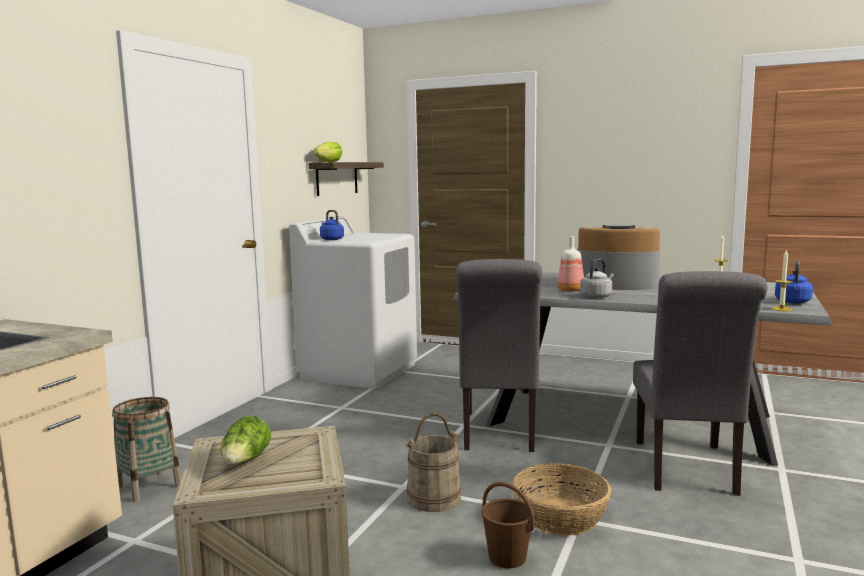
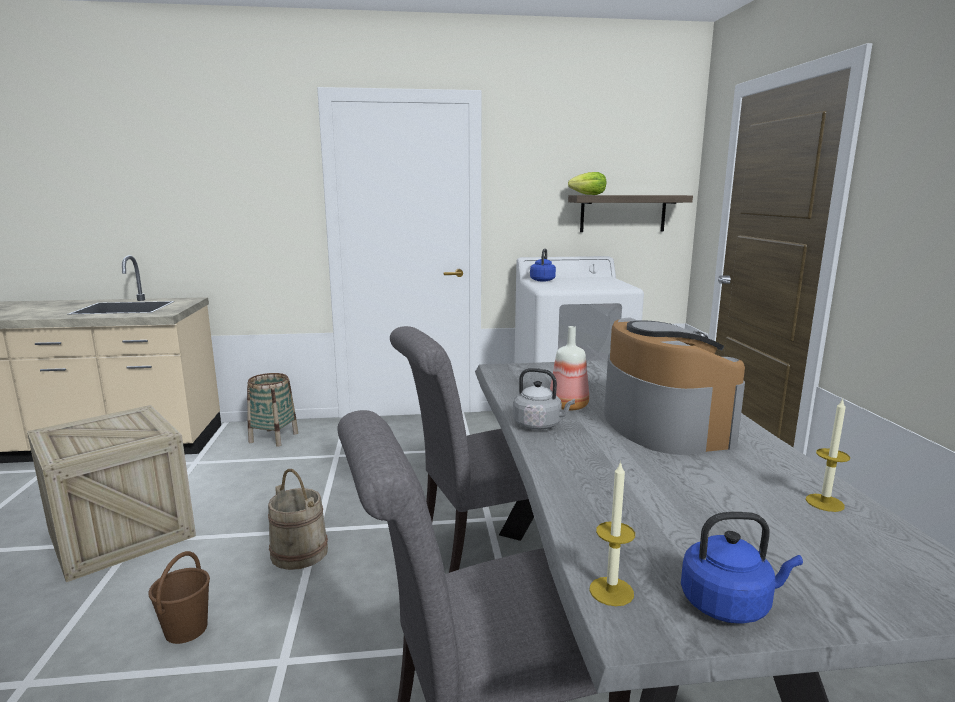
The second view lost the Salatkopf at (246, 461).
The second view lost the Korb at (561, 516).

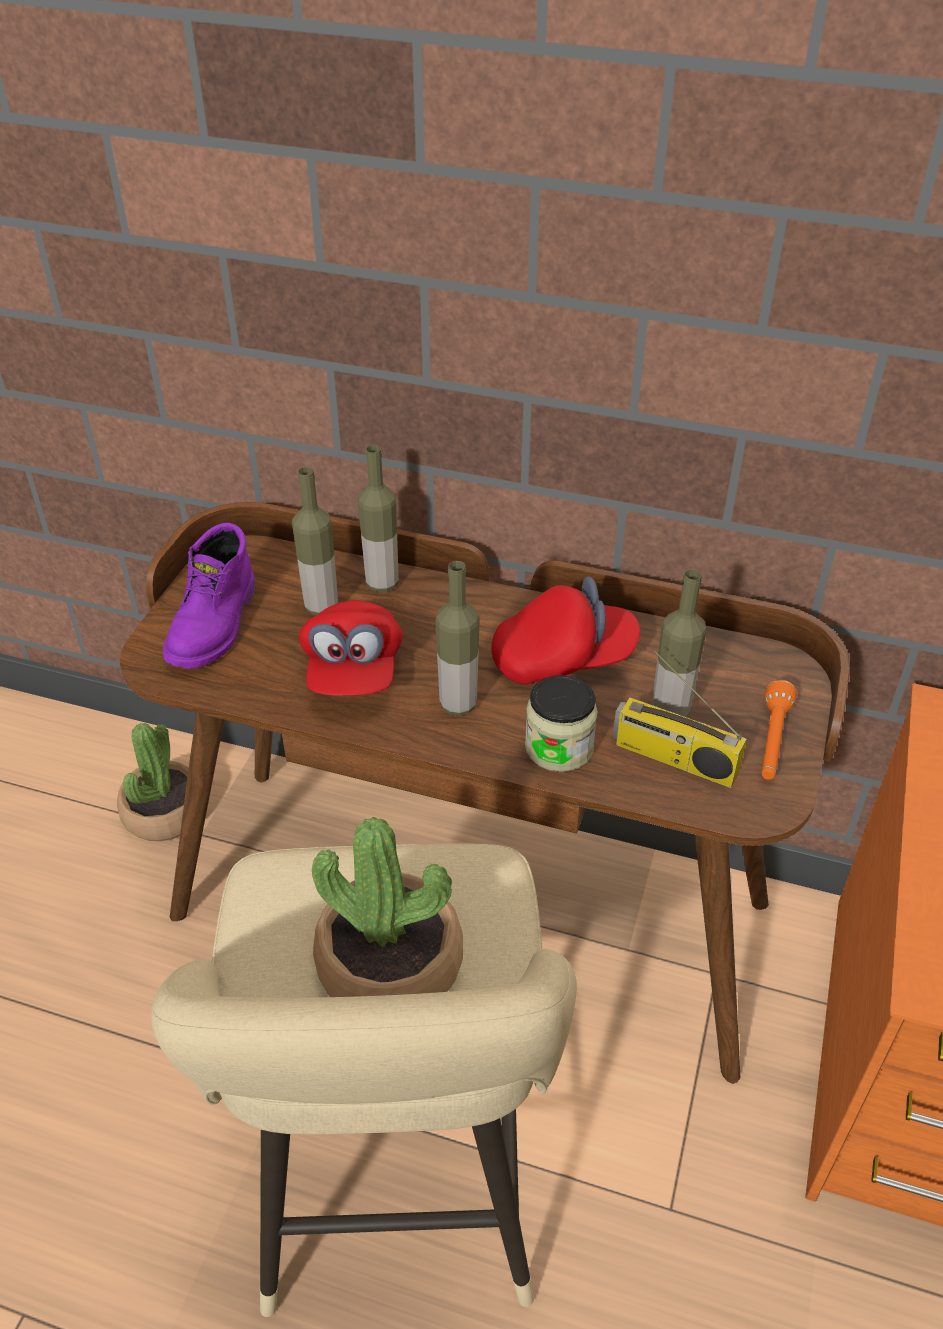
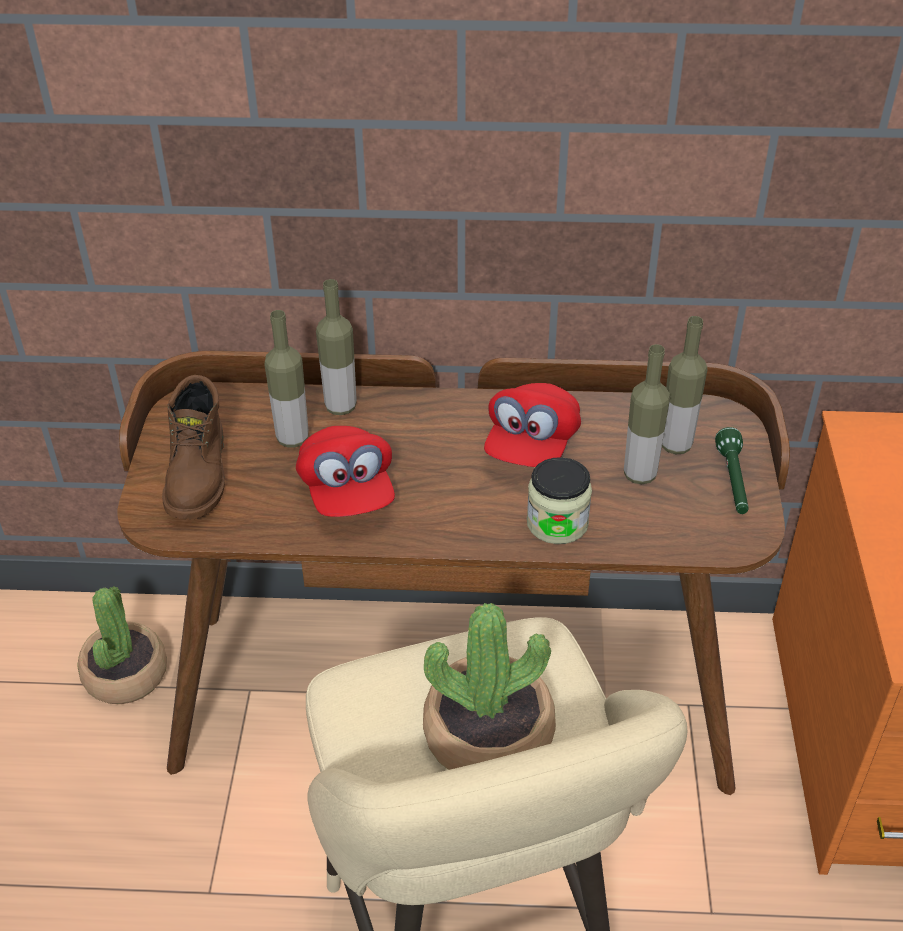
The second view lost the Radio at (673, 758).
The Flasche ended up elsewhere, having gone from (458, 704) to (675, 445).
What was the Stiefel/lila at (216, 626) turned into the Stiefel/braun at (200, 475).
What was the Taschenlampe/orange at (772, 742) turned into the Taschenlampe/grün at (733, 482).
The Kappe/rot at (563, 659) ended up facing another way, 135 degrees clockwise from before.

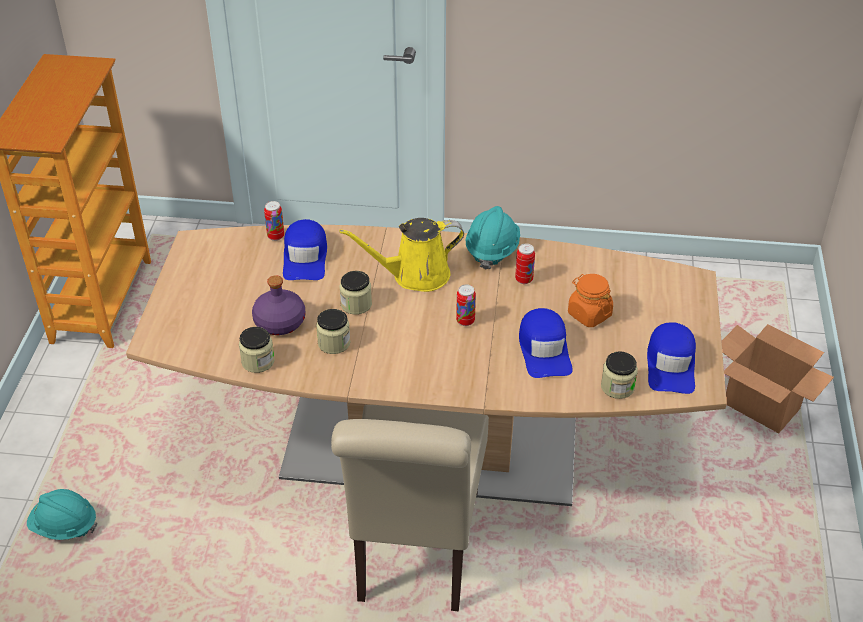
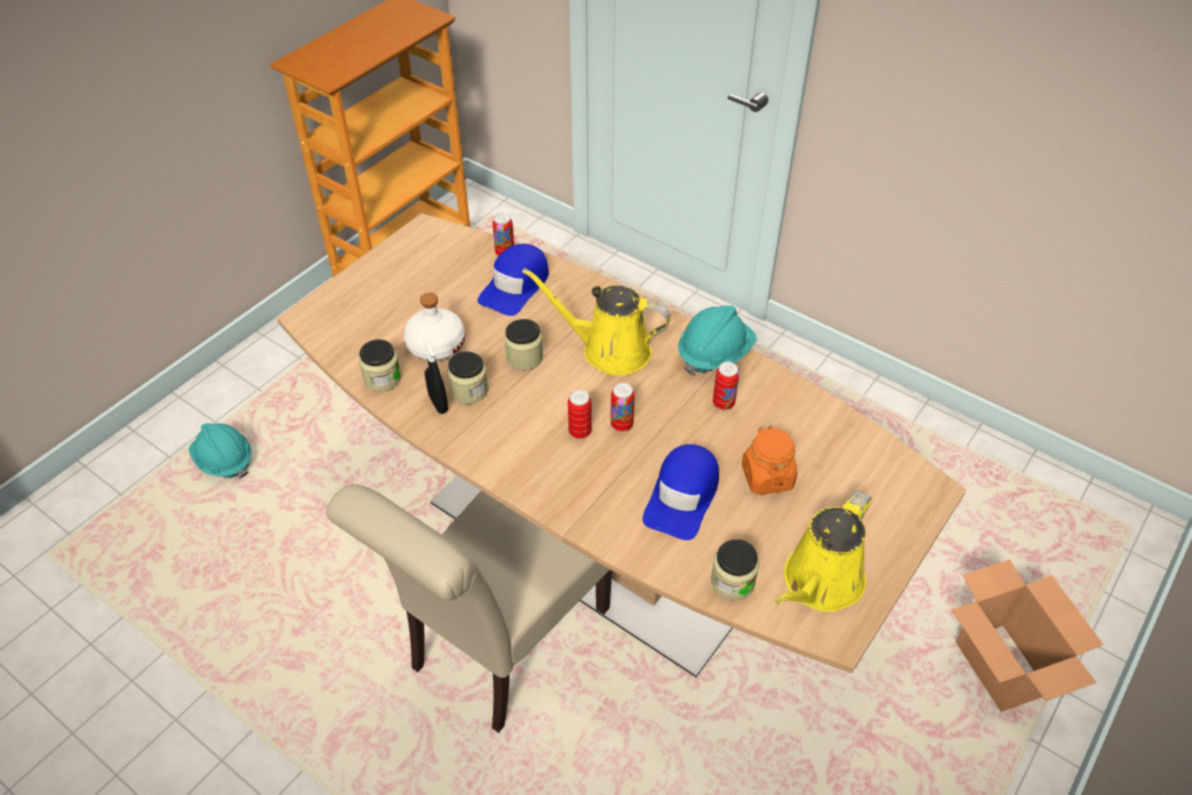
The second view gained the Sprühflasche/schwarz at (438, 404).
The second view gained the Dose at (580, 432).
Where the Kappe/blau stood at (671, 364), the Gießkanne/gelb came to stand at (819, 584).
What was the Flasche/lila at (279, 322) turned into the Flasche/weiß at (435, 345).

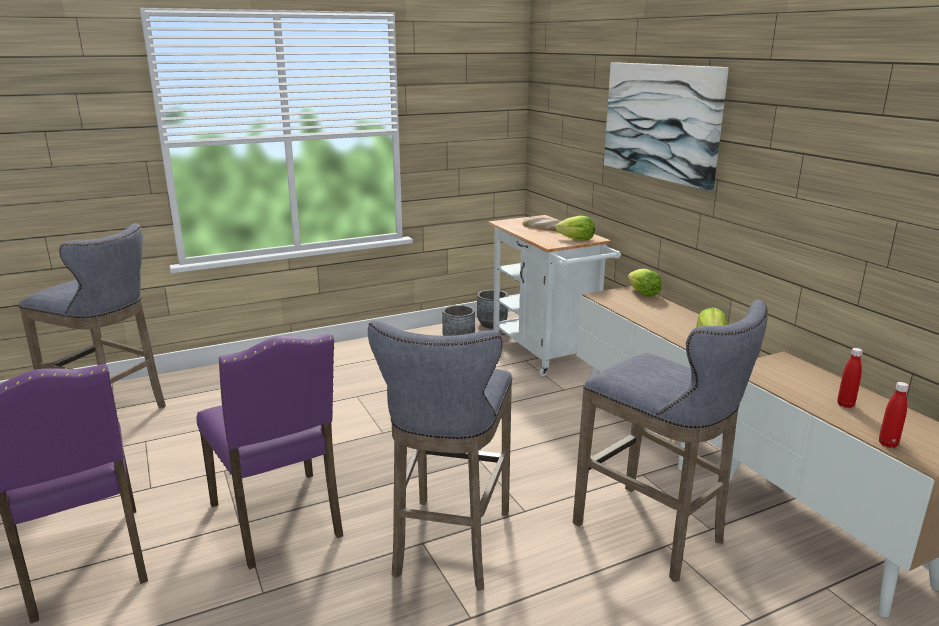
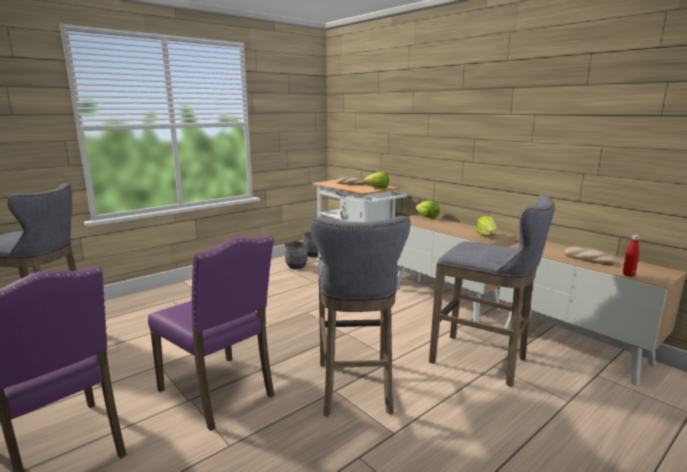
The second view lost the Bild at (661, 121).
Where the Flasche/rot stood at (845, 405), the Brot came to stand at (588, 259).

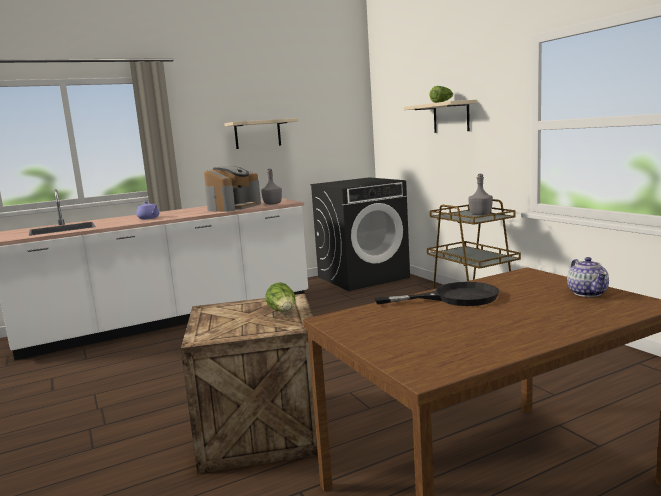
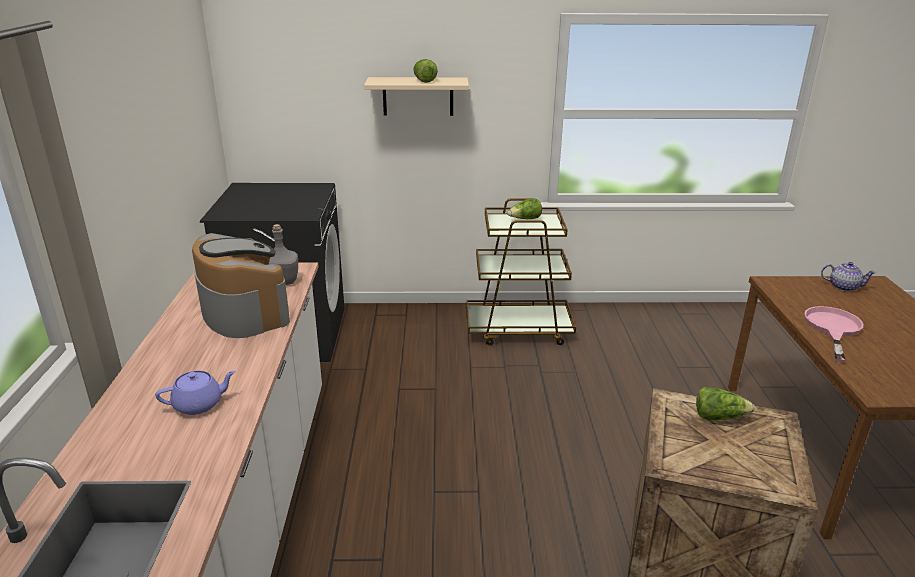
The second view lost the Wandregal/beige at (257, 134).
Where the Flasche/grau stood at (480, 214), the Salatkopf came to stand at (525, 219).
What was the Pfanne/schwarz at (453, 298) turned into the Pfanne/rosa at (832, 329).

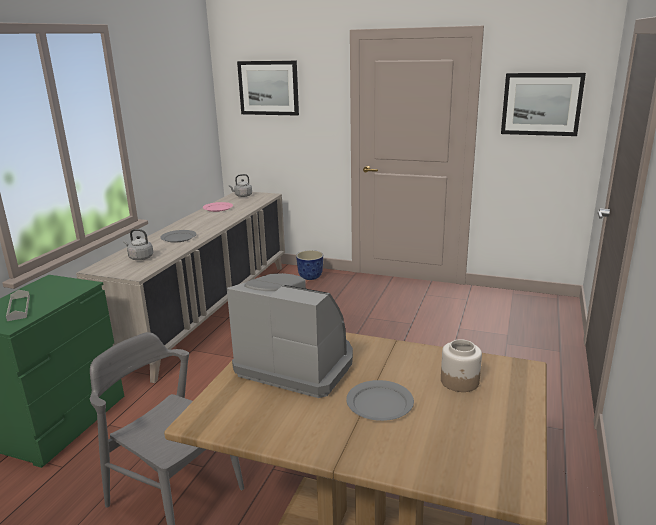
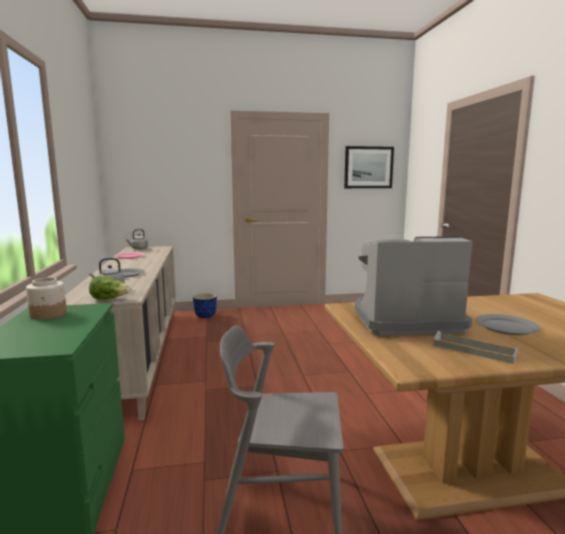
The second view lost the Bild at (268, 88).
The second view gained the Salatkopf at (110, 299).
The Tablett/grau ended up elsewhere, having gone from (18, 308) to (474, 350).
The Vorratsglas ended up elsewhere, having gone from (460, 381) to (48, 314).

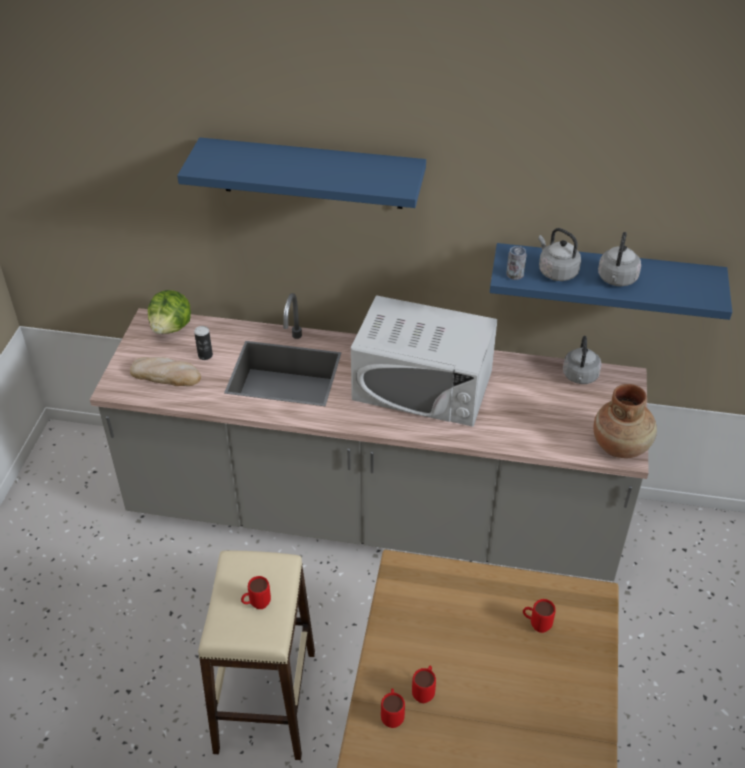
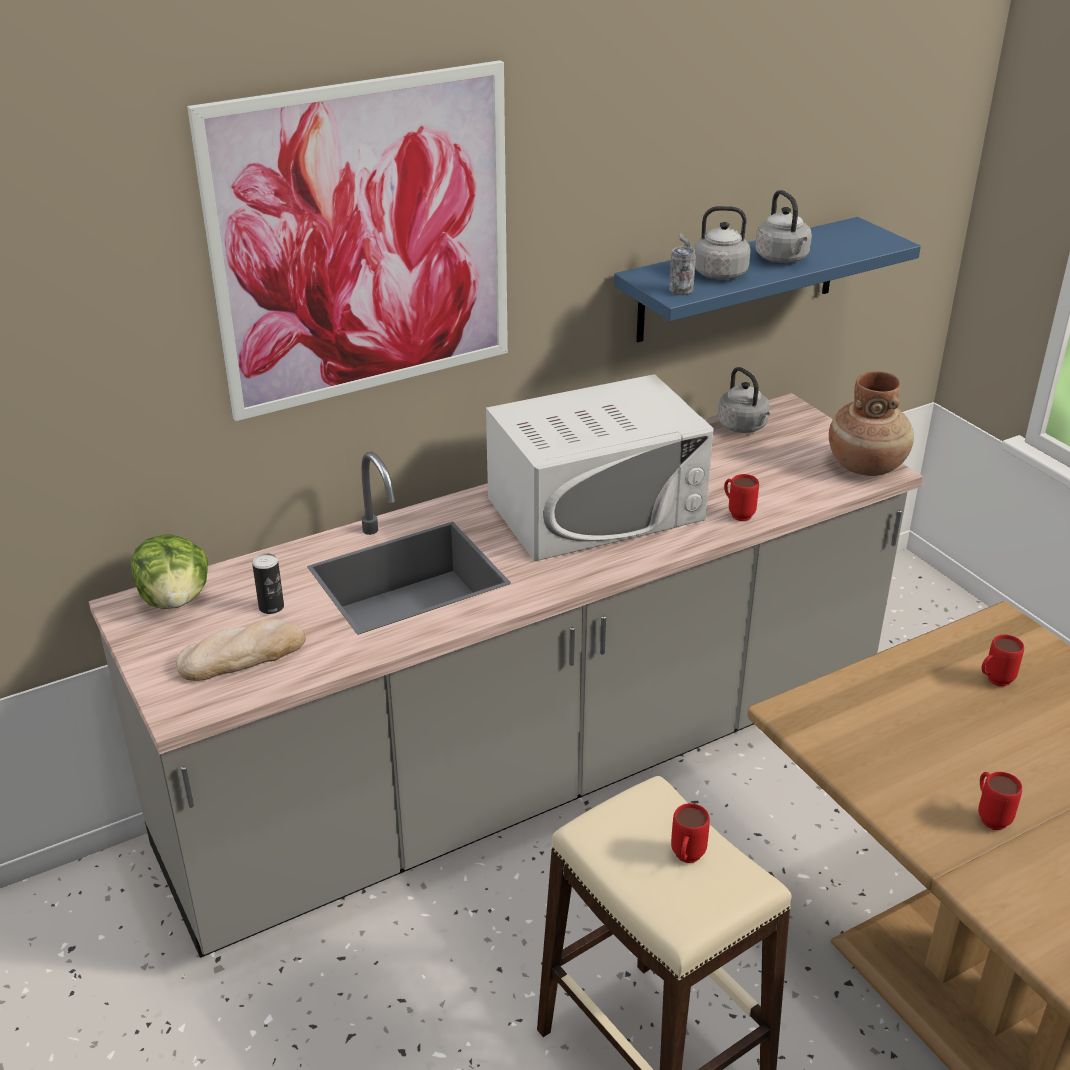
The Henkelbecher/rot ended up elsewhere, having gone from (392, 715) to (737, 513).
Where the Wandregal/blau hung at (312, 173), the Bild came to hang at (364, 242).

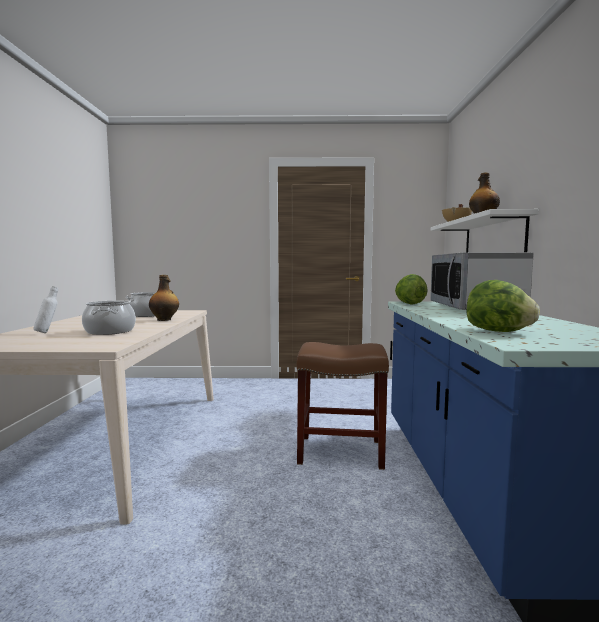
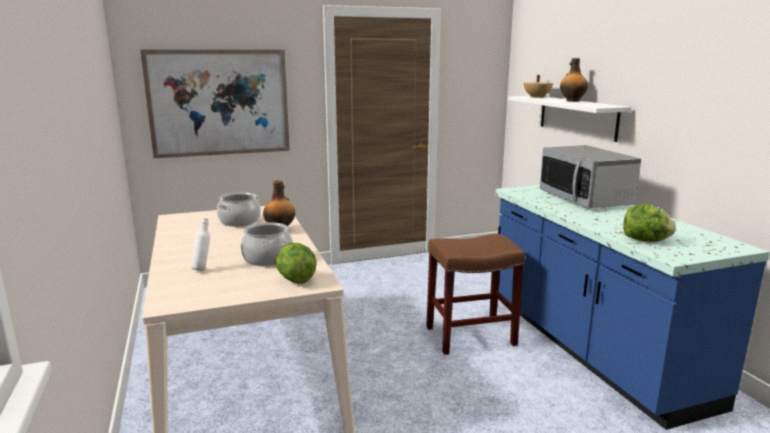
The second view gained the Bild at (219, 103).
The Salatkopf ended up elsewhere, having gone from (409, 304) to (295, 280).

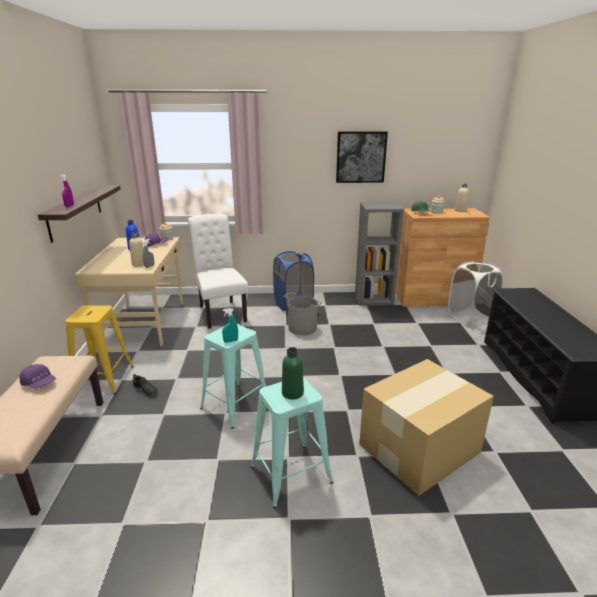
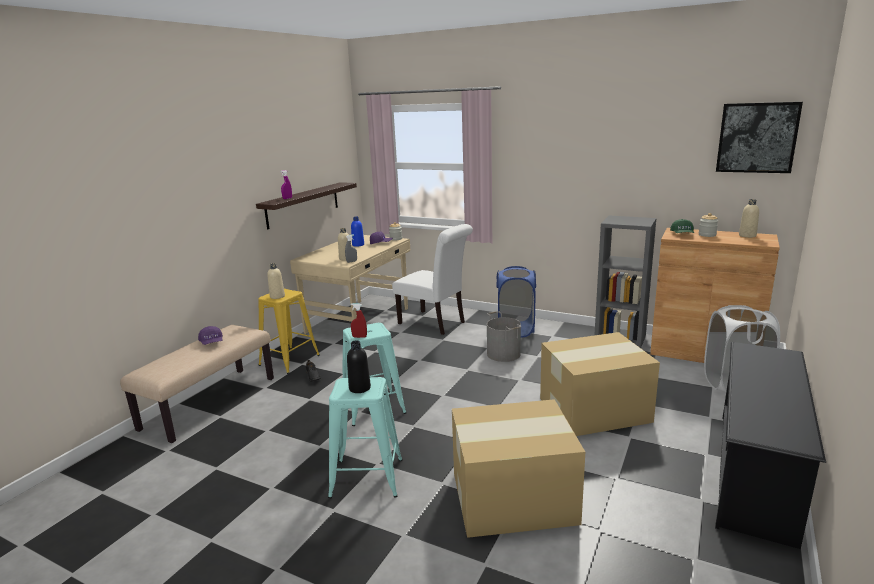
The second view gained the Flasche/beige at (277, 296).
The second view gained the Karton at (596, 410).
The Bild ended up elsewhere, having gone from (360, 157) to (757, 137).
What was the Sprühflasche/türkis at (230, 341) turned into the Sprühflasche/rot at (359, 337).
What was the Flasche/grün at (292, 393) turned into the Flasche/schwarz at (359, 388).
The Stuhl/weiß at (221, 312) ended up facing another way, 120 degrees clockwise from before.

